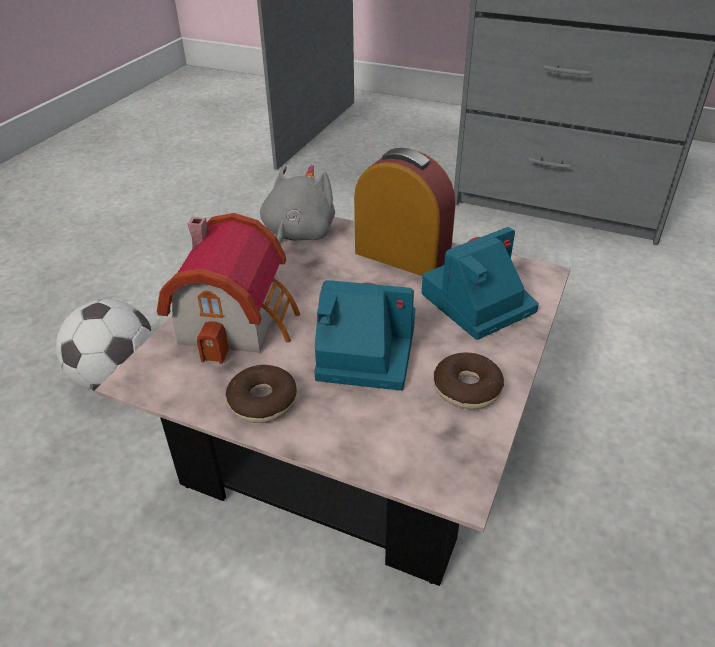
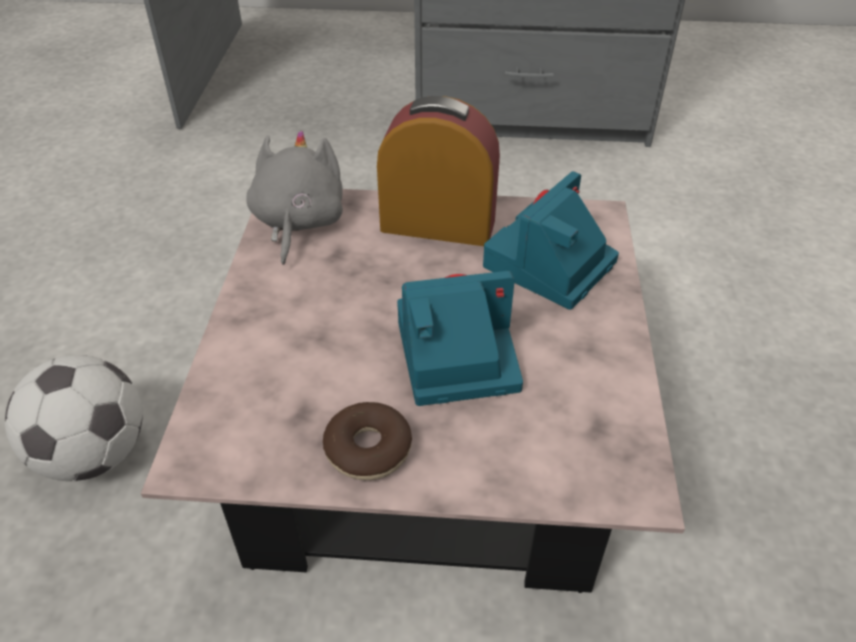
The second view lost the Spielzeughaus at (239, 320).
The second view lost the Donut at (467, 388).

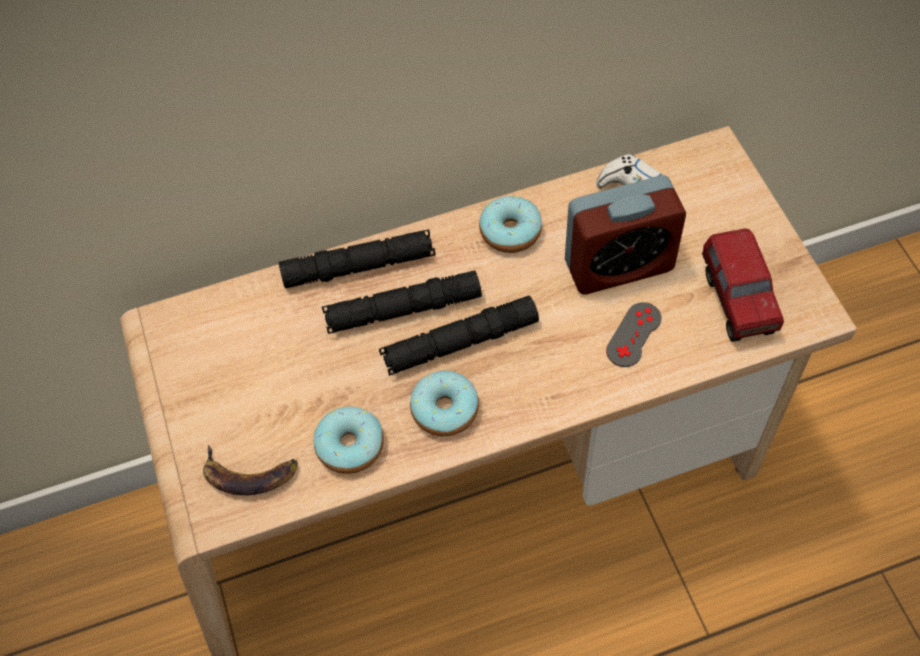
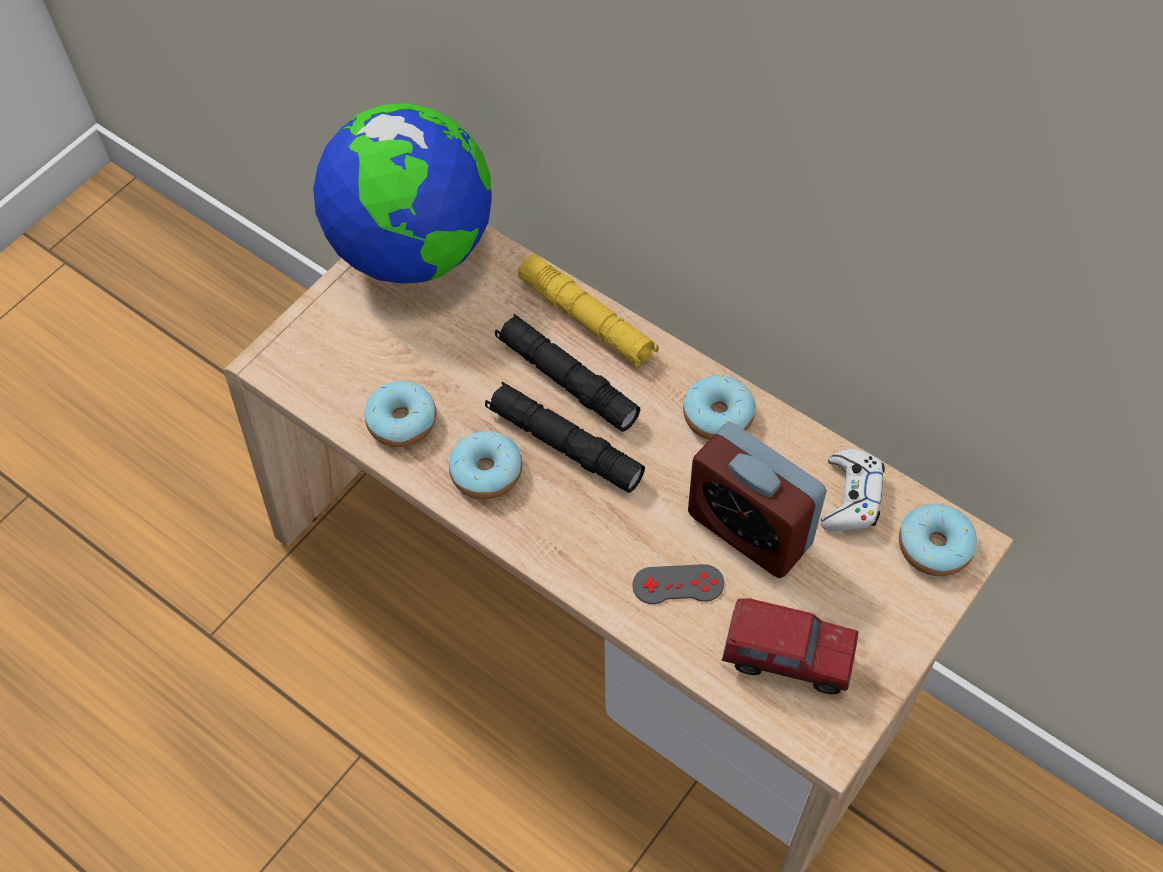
The second view lost the Banane at (249, 474).
The second view gained the Globus at (414, 250).
The second view gained the Donut at (934, 547).
What was the Taschenlampe/schwarz at (359, 266) turned into the Taschenlampe/gelb at (587, 319).
The Spielzeuglaster at (737, 302) ended up facing another way, 120 degrees counterclockwise from before.

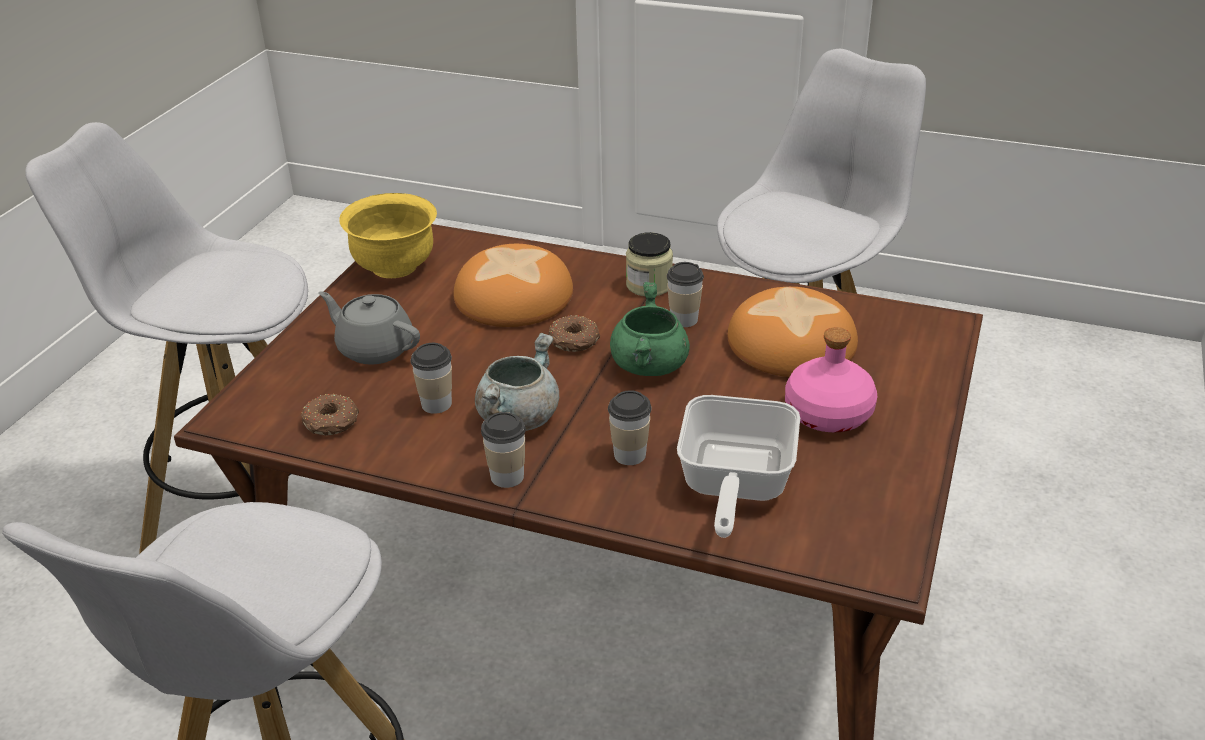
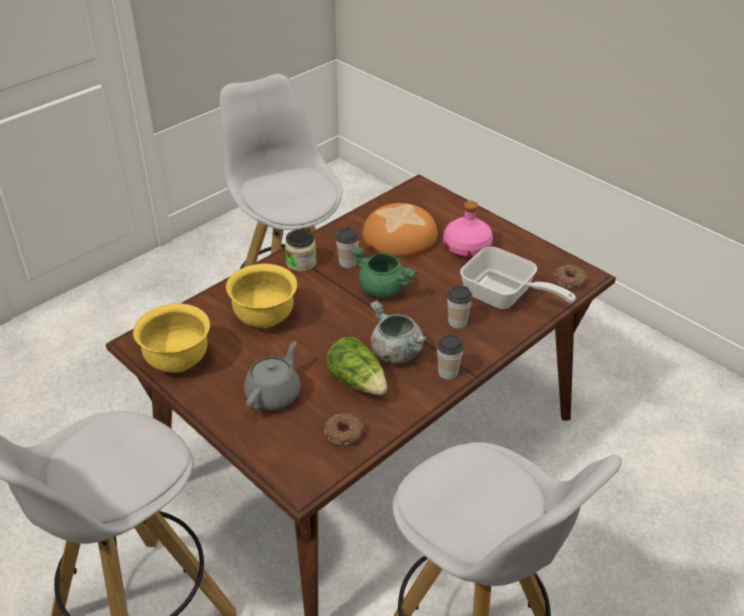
The Donut ended up elsewhere, having gone from (574, 341) to (570, 281).
Where the Tasse stood at (436, 404), the Salatkopf came to stand at (358, 382).
Where the Brot stood at (513, 296), the Schüssel/gelb came to stand at (264, 318).
The Teekanne/grau at (374, 348) ended up facing another way, 150 degrees clockwise from before.

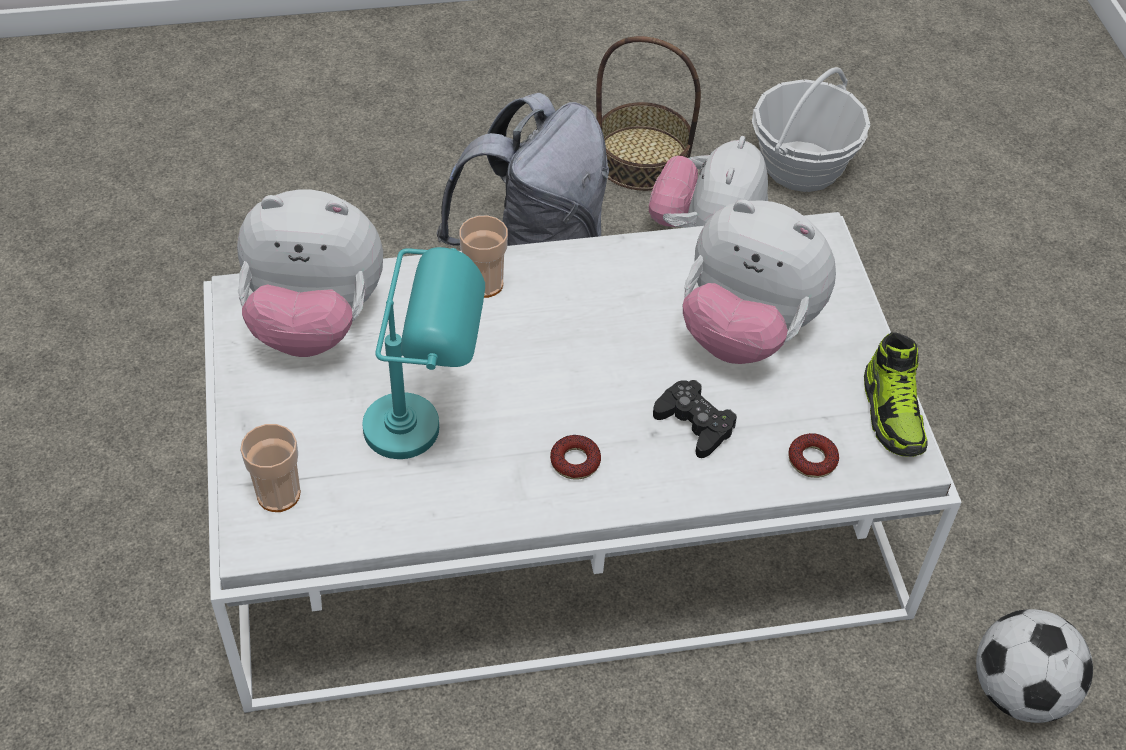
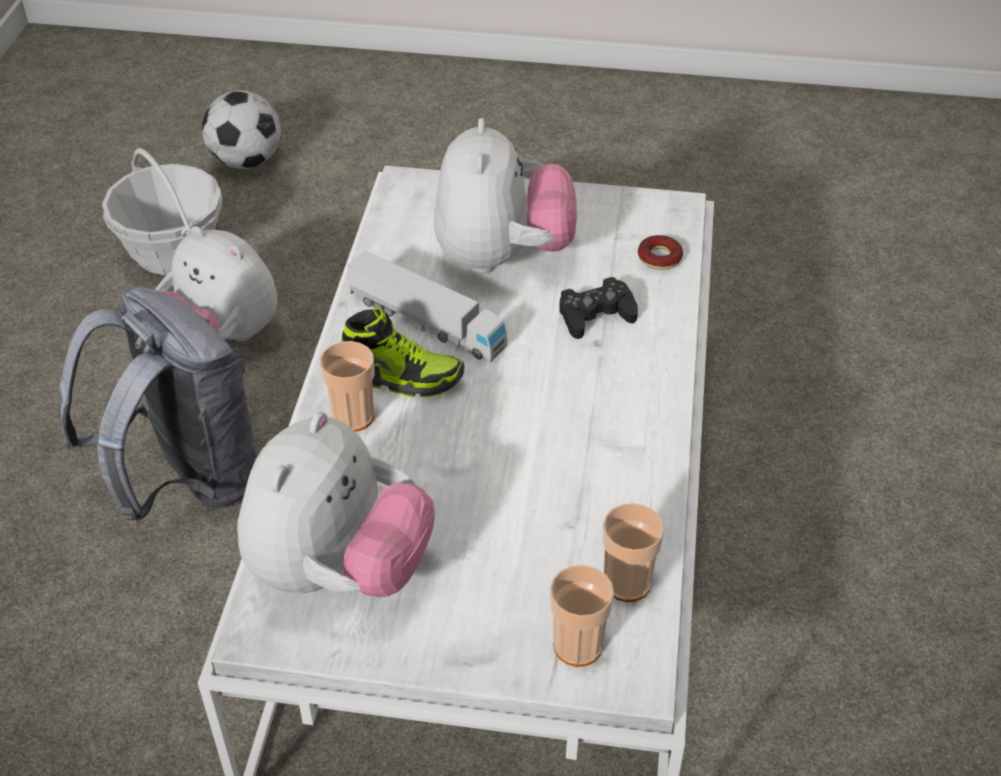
The second view lost the Tischlampe/türkis at (428, 429).
The second view lost the Donut at (575, 461).
The second view lost the Korb at (642, 158).
The second view gained the Spielzeuglaster at (426, 323).
The second view gained the Tasse at (627, 583).
The Schuh ended up elsewhere, having gone from (892, 414) to (401, 377).
The Fußball ended up elsewhere, having gone from (1019, 692) to (246, 161).
The Plüschtier at (746, 332) ended up facing another way, 45 degrees counterclockwise from before.

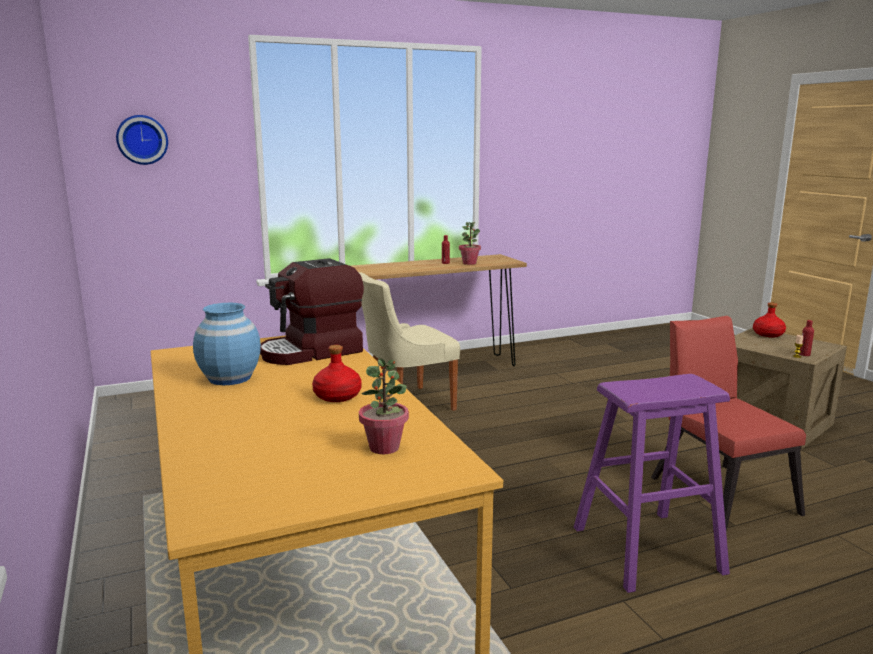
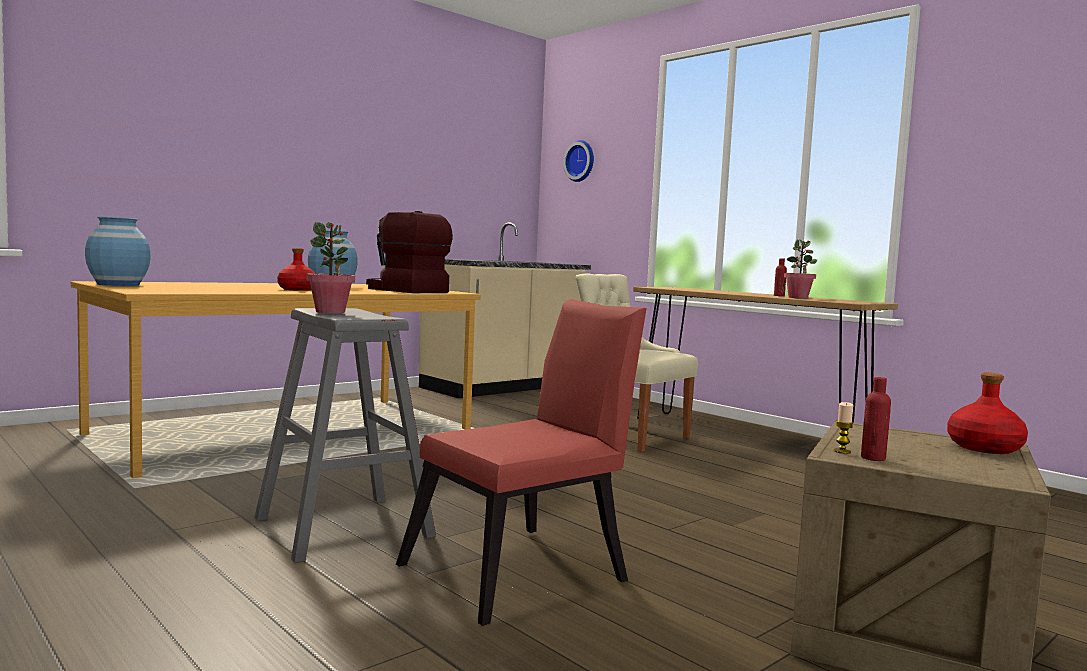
The second view gained the Vase/blau at (118, 284).
The second view gained the Küchenzeile/beige at (502, 387).
The Topfpflanze ended up elsewhere, having gone from (384, 447) to (330, 312).
What was the Hocker/lila at (646, 549) turned into the Hocker/grau at (343, 527).

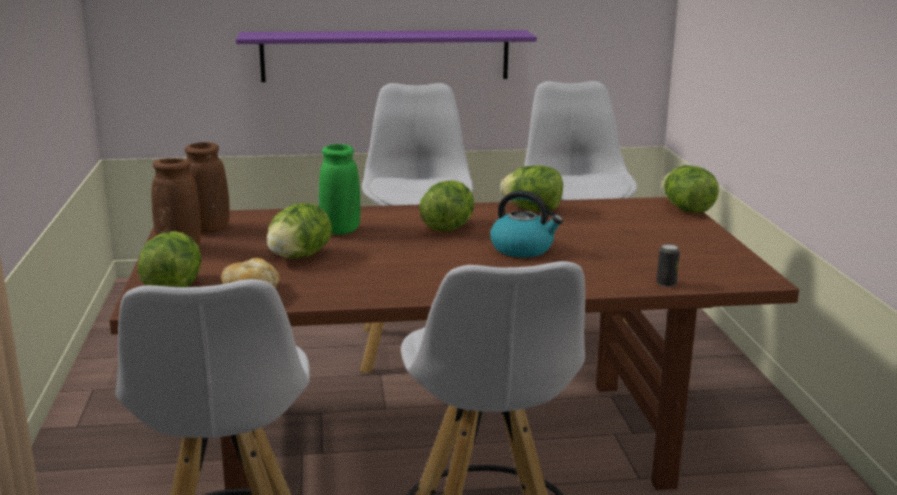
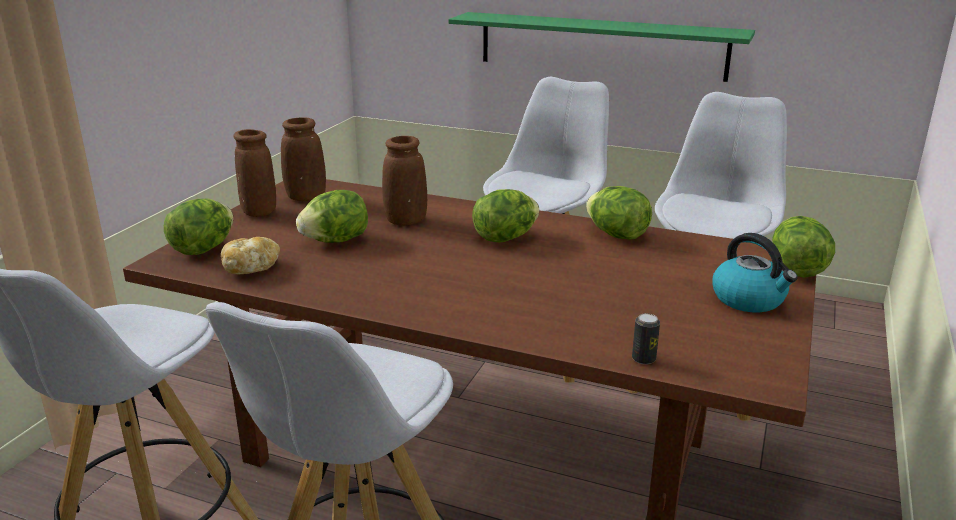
The Wasserkessel ended up elsewhere, having gone from (523, 249) to (749, 299).
What was the Wandregal/lila at (386, 55) turned into the Wandregal/grün at (601, 45).
What was the Vase/grün at (341, 231) turned into the Vase/braun at (406, 221).

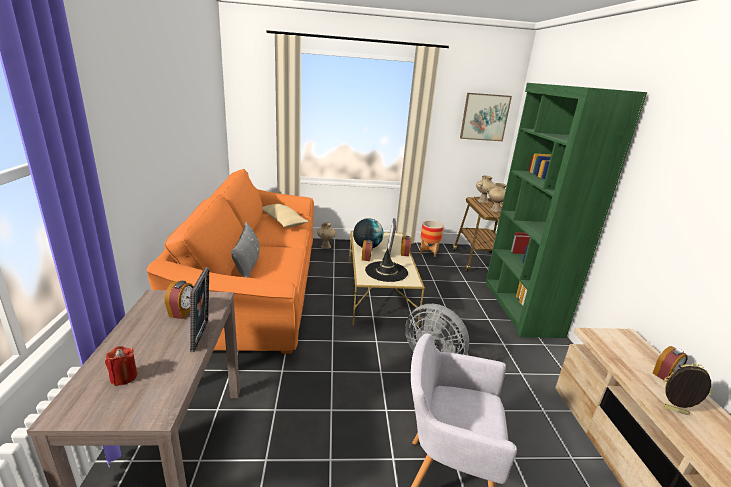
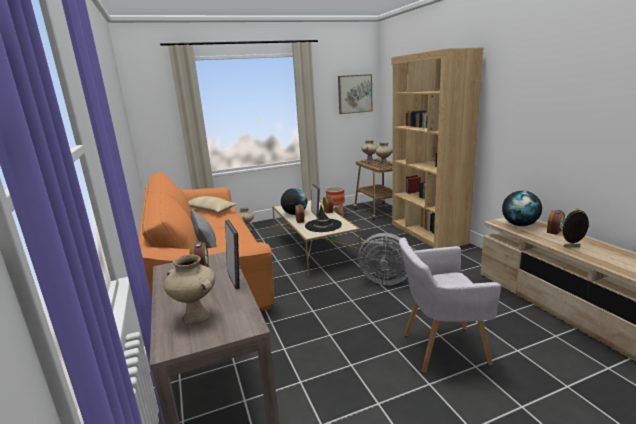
The second view gained the Globus at (519, 225).
Where the Kerze/rot stood at (124, 377), the Vase/beige came to stand at (197, 316).
What was the Bücherregal/grün at (520, 308) turned into the Bücherregal/braun at (427, 233).

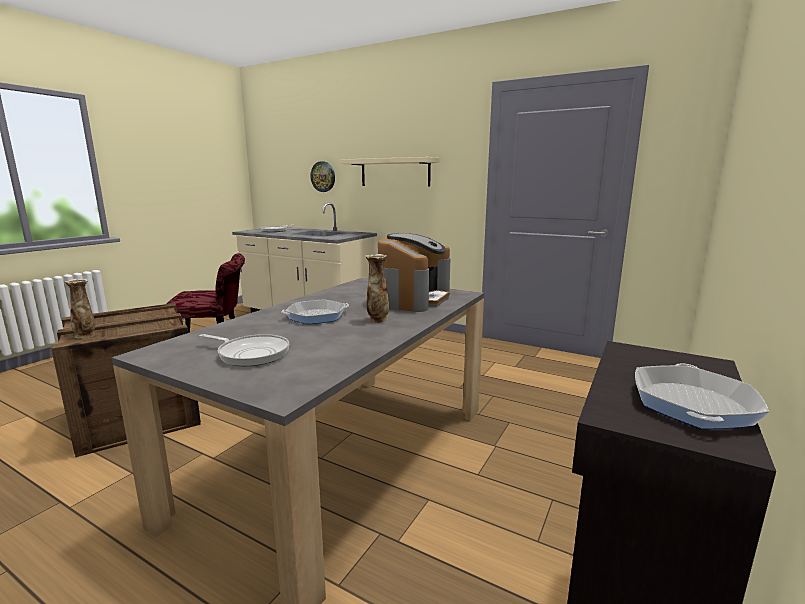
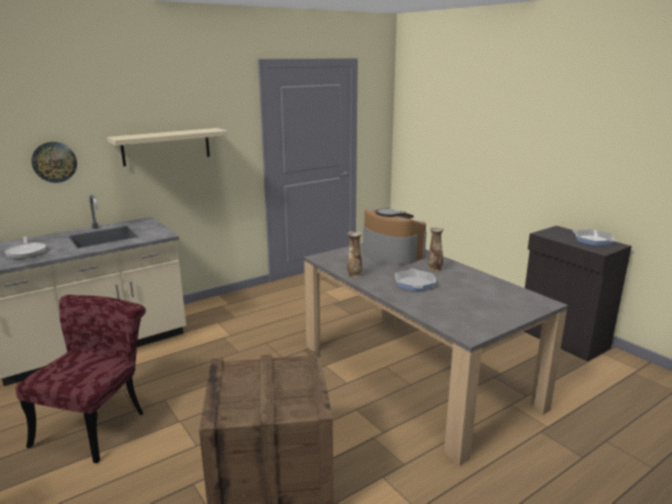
The second view lost the Pfanne at (251, 353).
The Vase ended up elsewhere, having gone from (86, 335) to (354, 275).

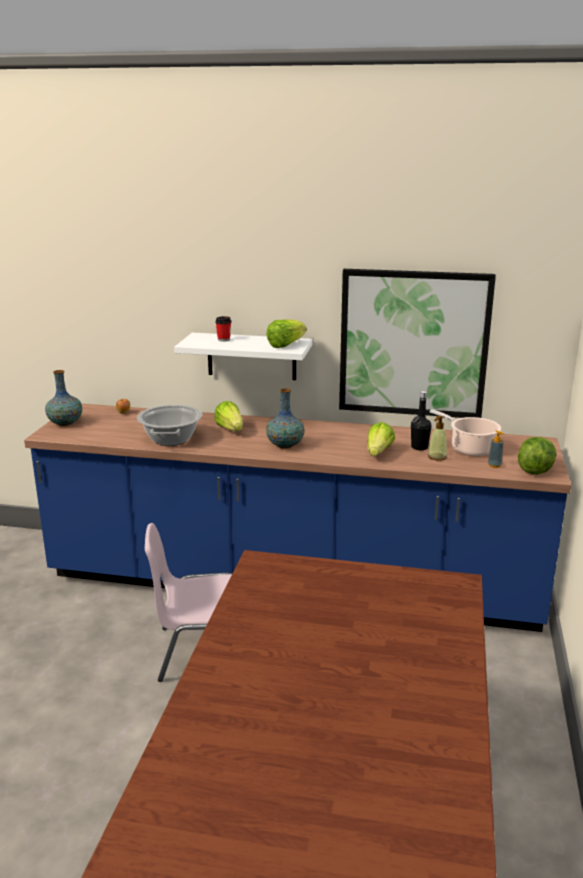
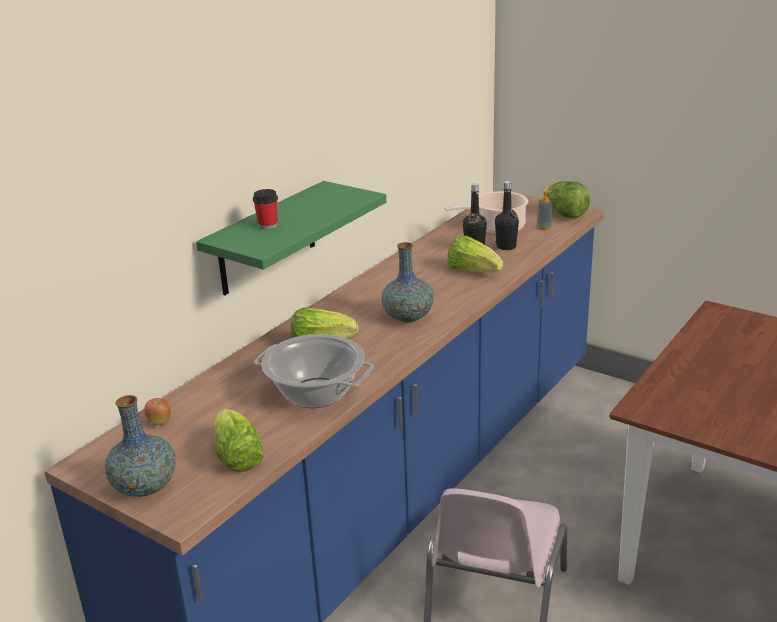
The second view lost the Bild at (413, 344).
The Salatkopf ended up elsewhere, having gone from (285, 345) to (237, 457).
Where the Seifenspender stood at (437, 457), the Flasche/schwarz came to stand at (506, 246).
What was the Wandregal/weiß at (251, 356) turned into the Wandregal/grün at (267, 239).

